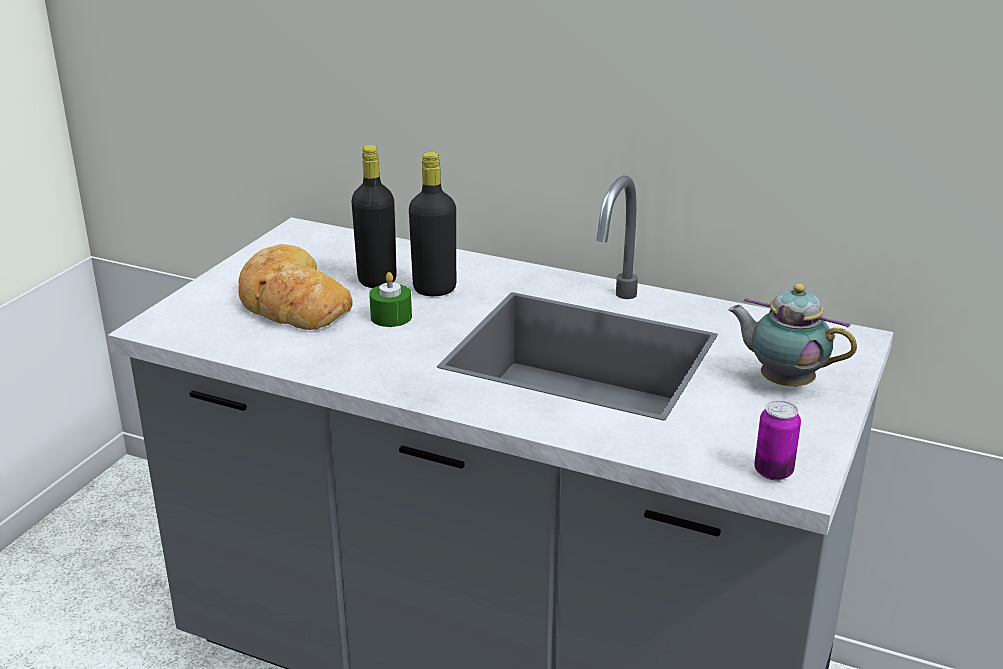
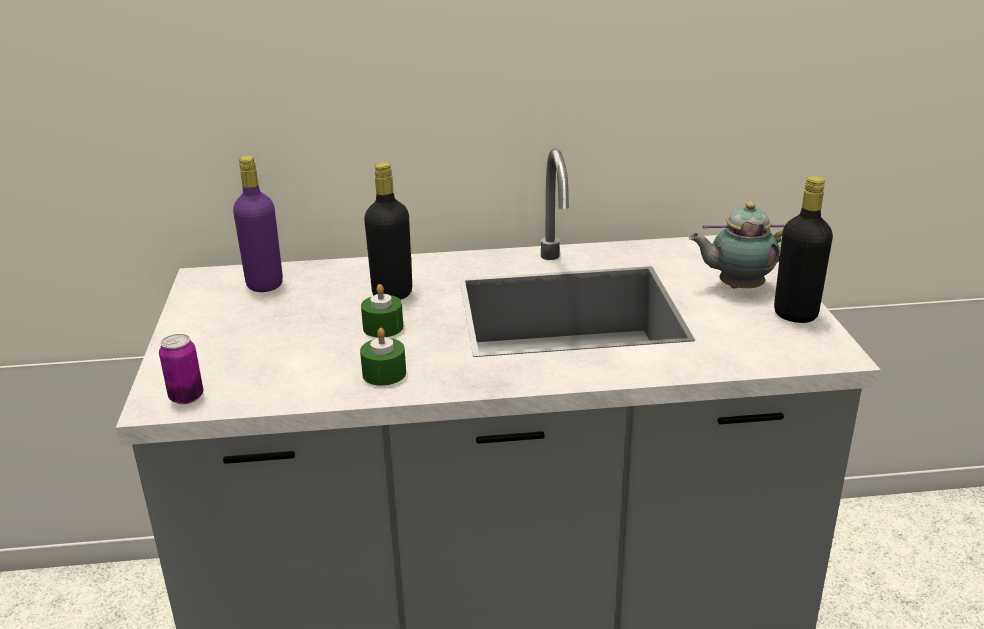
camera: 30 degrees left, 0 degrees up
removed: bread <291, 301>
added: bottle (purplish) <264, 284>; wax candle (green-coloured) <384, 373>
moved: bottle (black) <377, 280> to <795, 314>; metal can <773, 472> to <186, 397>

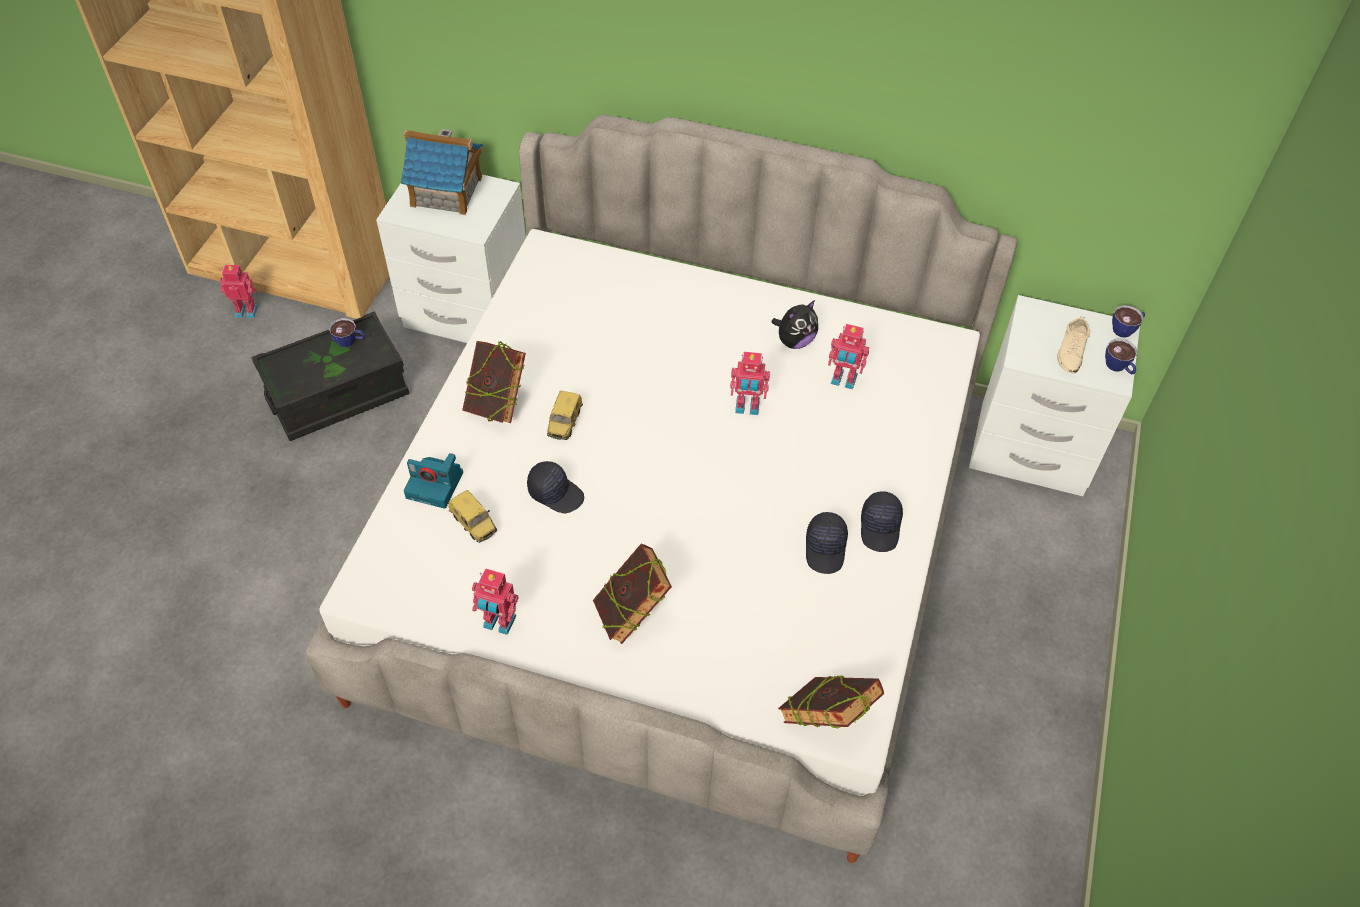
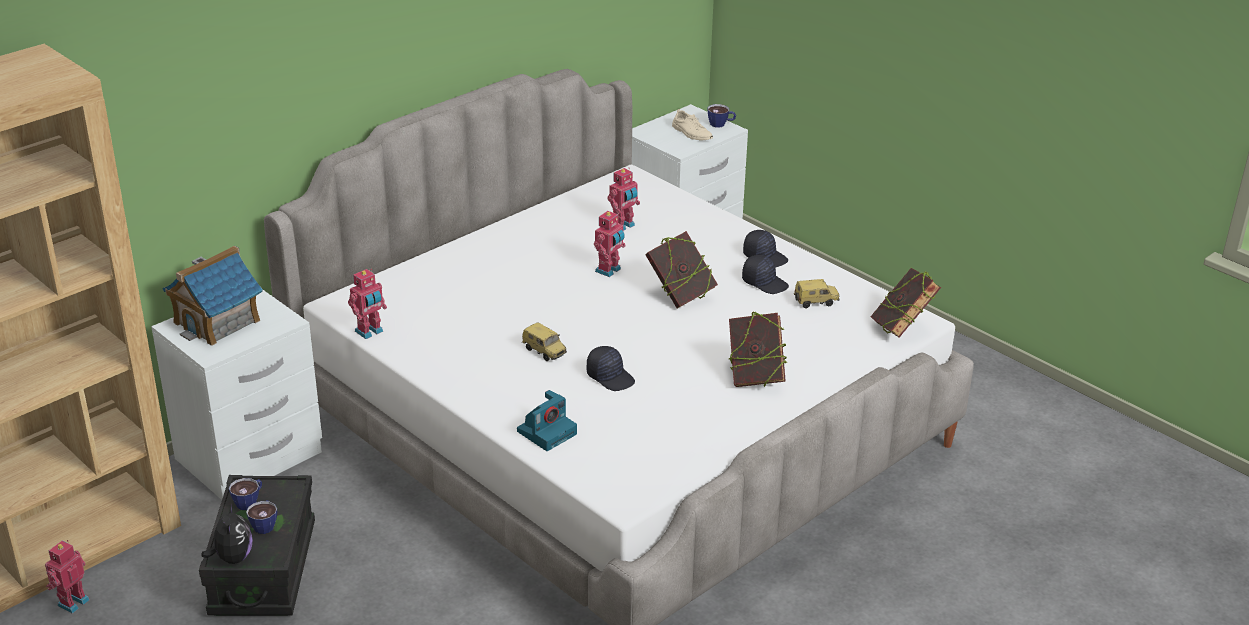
camera: 60 degrees left, 20 degrees down
moved: cuddly toy <794, 341> to <232, 558>; drinking cup <1125, 329> to <265, 524>; book <497, 404> to <680, 296>; toy car <475, 524> to <815, 302>; model robot <498, 623> to <370, 332>
turned: peaked cap (black) <556, 492> = <611, 377> 75 degrees clockwise

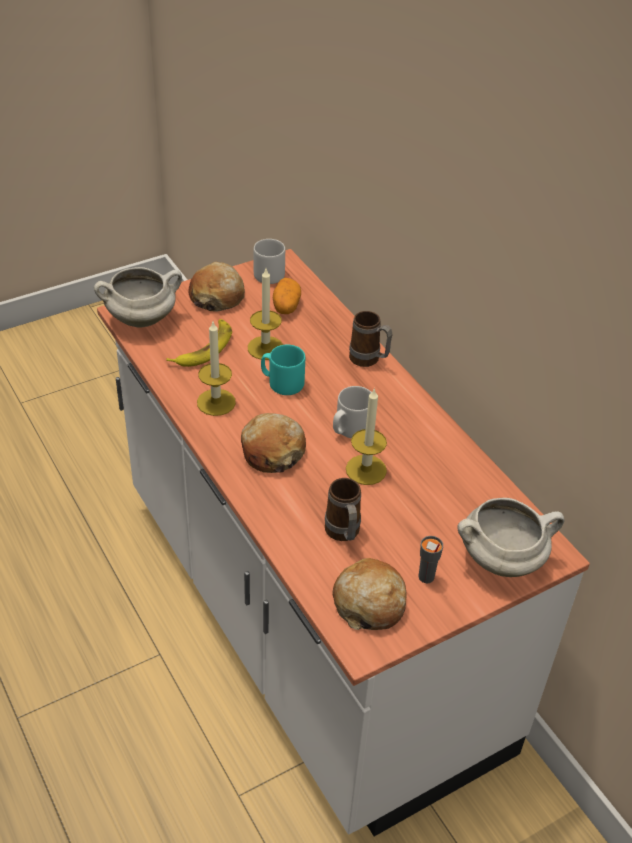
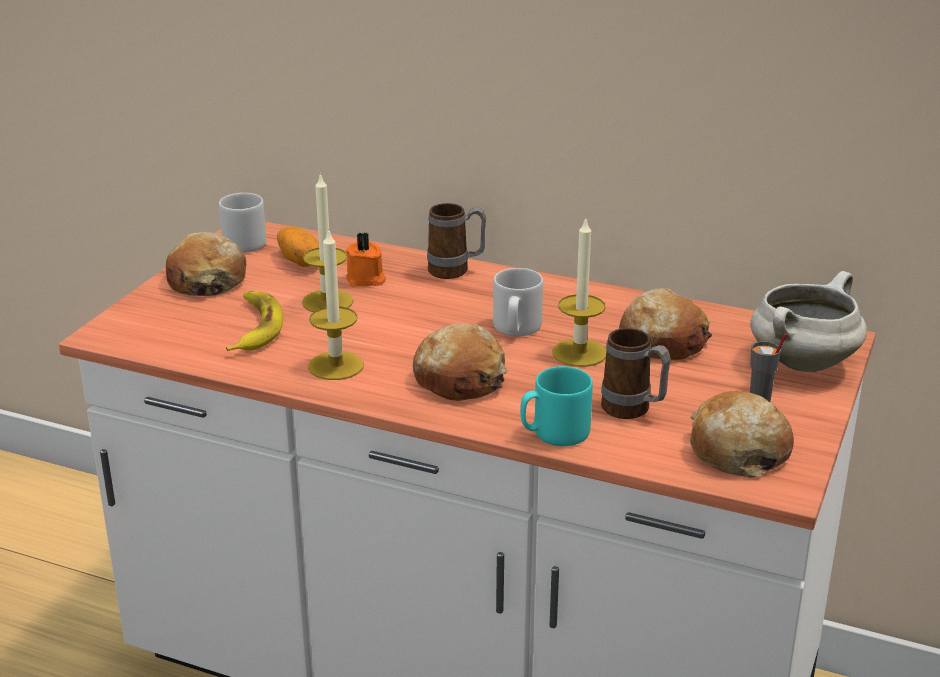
camera: 35 degrees left, 15 degrees down
removed: cooking pot (white) <142, 318>
added: wax candle (orange) <366, 280>; bread <662, 341>
moved: coffee mug (turquoise-coloured) <282, 383> to <554, 433>

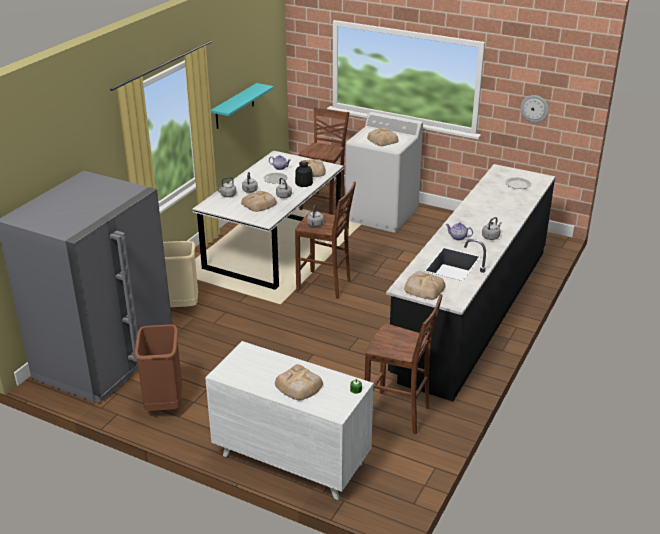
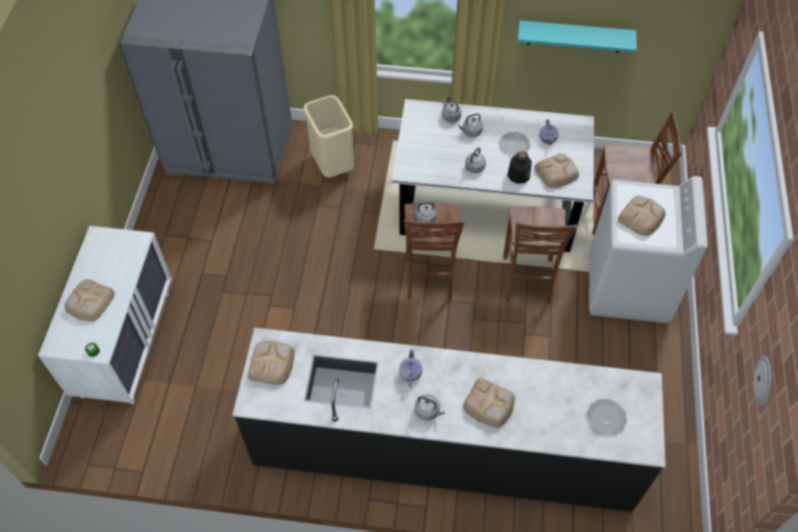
camera: 70 degrees right, 25 degrees up
removed: waste bin (brown) <165, 403>
moved: bread <260, 204> to <489, 405>; stool (brown) <398, 414> to <526, 281>

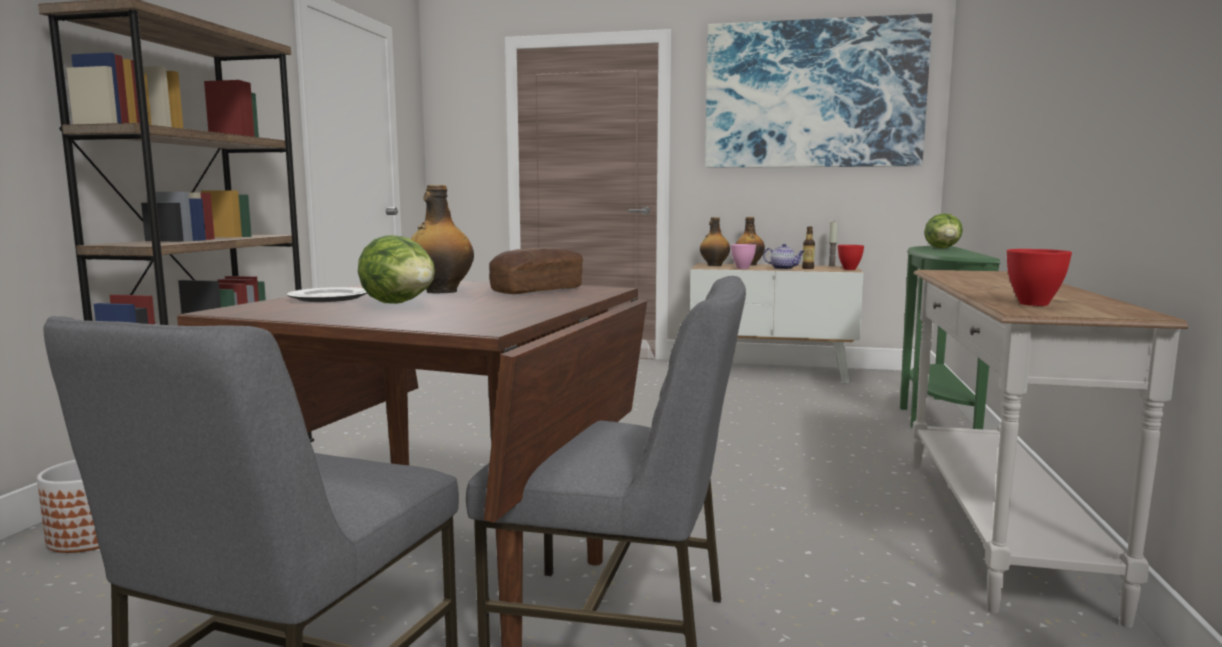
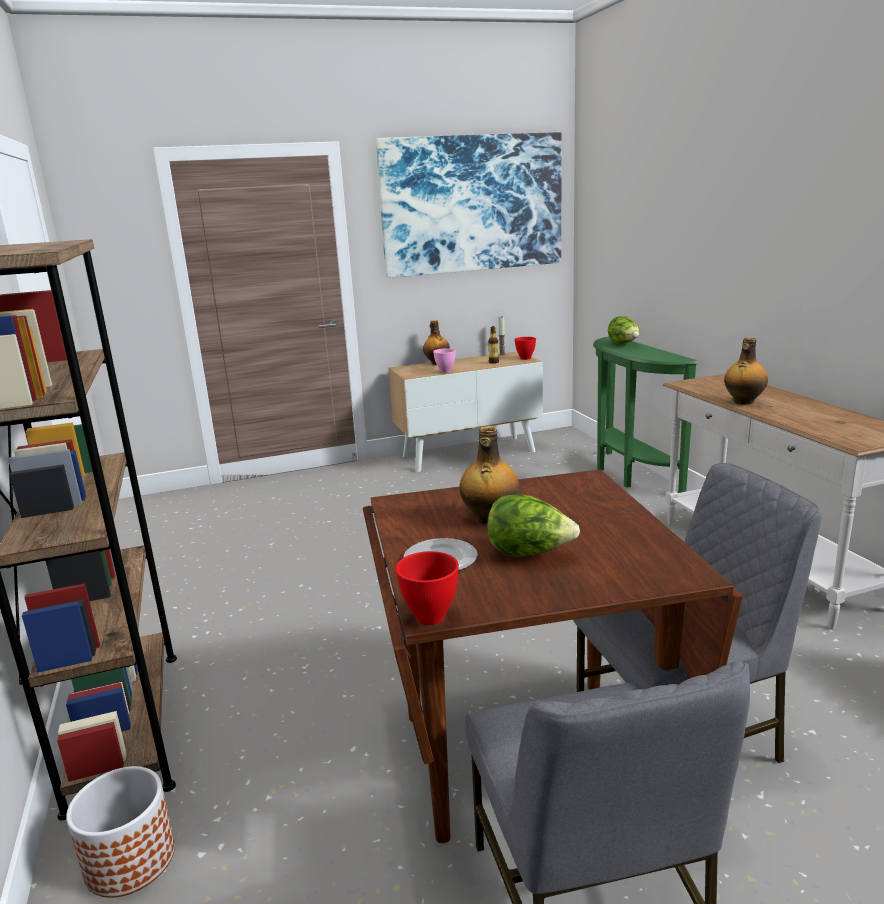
camera: 30 degrees left, 10 degrees up
removed: pot for tea <783, 268>; bread <537, 290>
moved: bottle <714, 265> to <743, 402>; bowl (red) <1035, 304> to <432, 617>

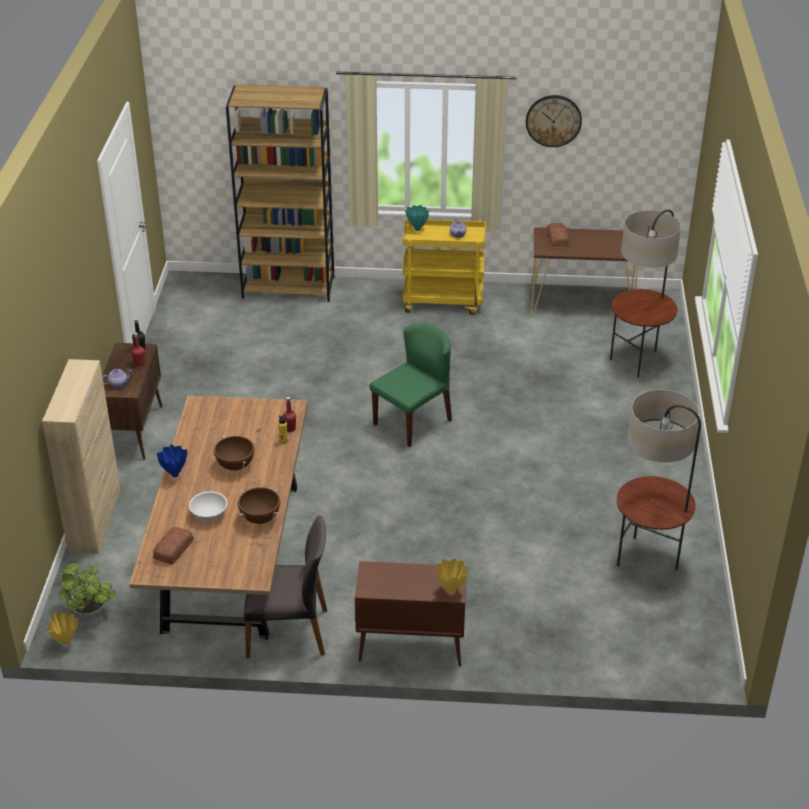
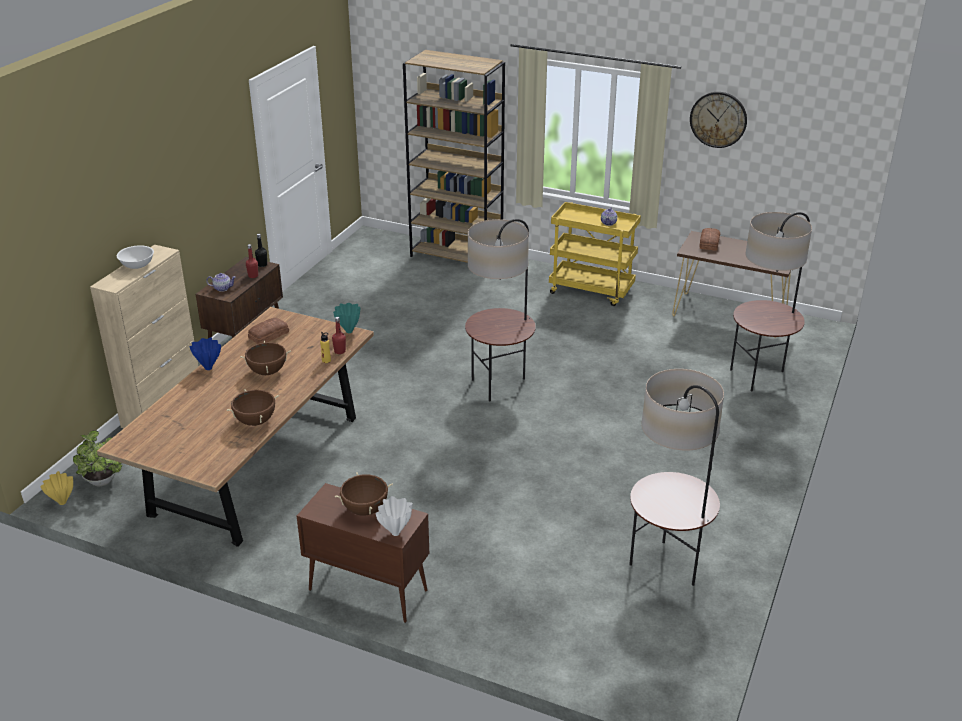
camera: 20 degrees right, 5 degrees down
removed: plain chair (greyish) <288, 632>
added: cooking pot (brown) <365, 509>
moved: decorative vase (turquoise-coloured) <416, 229> to <349, 331>; bowl (white) <209, 514> to <137, 265>; bread <172, 549> to <268, 335>
replaced: plain chair (green-coloured) <412, 422> to standing lamp <499, 385>
recoloured: decorative vase (yellowish) <451, 590> to decorative vase (white) <396, 533>

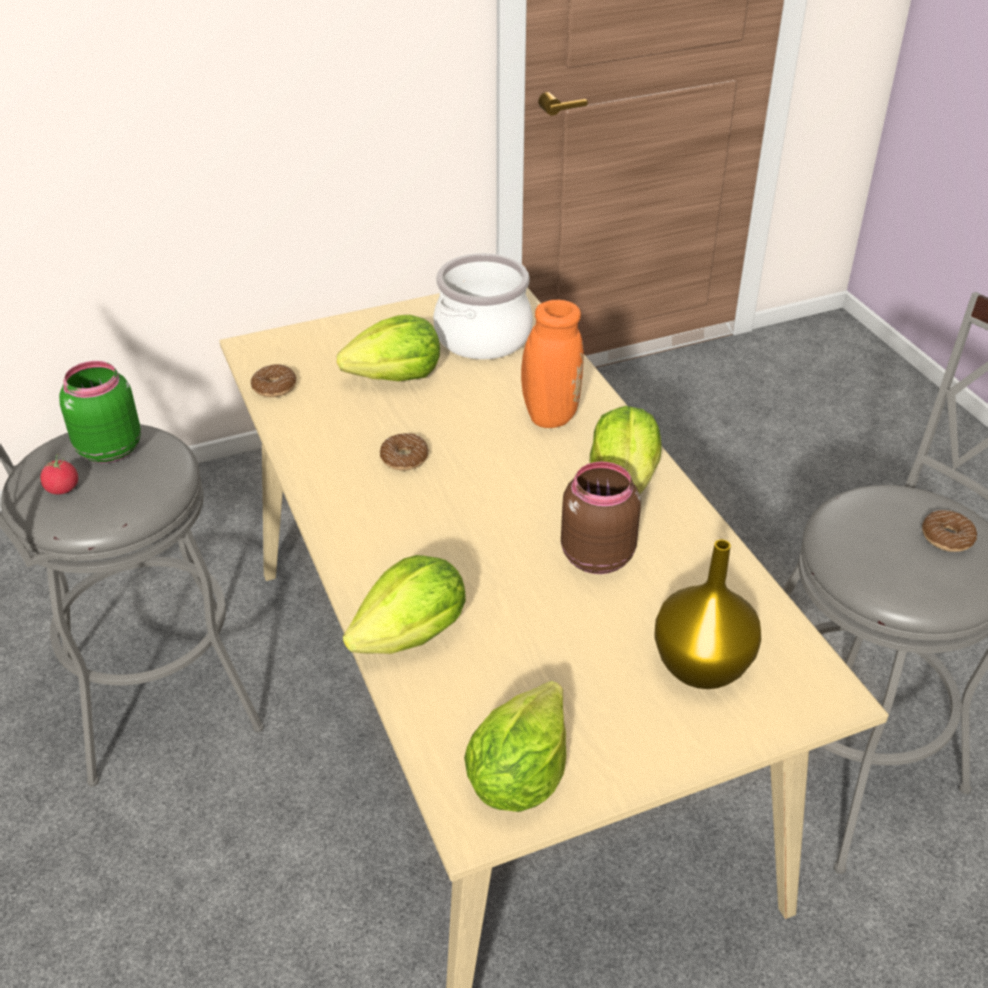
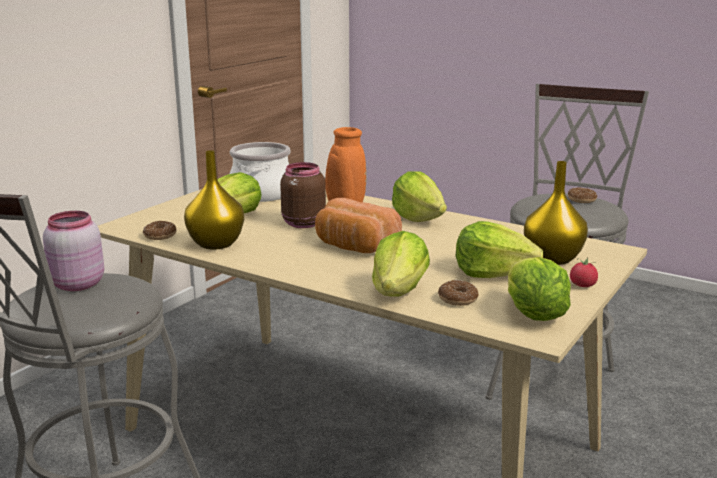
camera: 35 degrees left, 20 degrees down
added: decorative vase (yellowish) <215, 244>; bread <354, 247>; lettuce <493, 273>
moved: ring doughnut <404, 458> to <457, 299>; tomato <62, 489> to <582, 285>; storage jar (brown) <595, 555> to <302, 223>
recoloured: storage jar (green-coloured) <107, 449> to storage jar (pink) <76, 284>

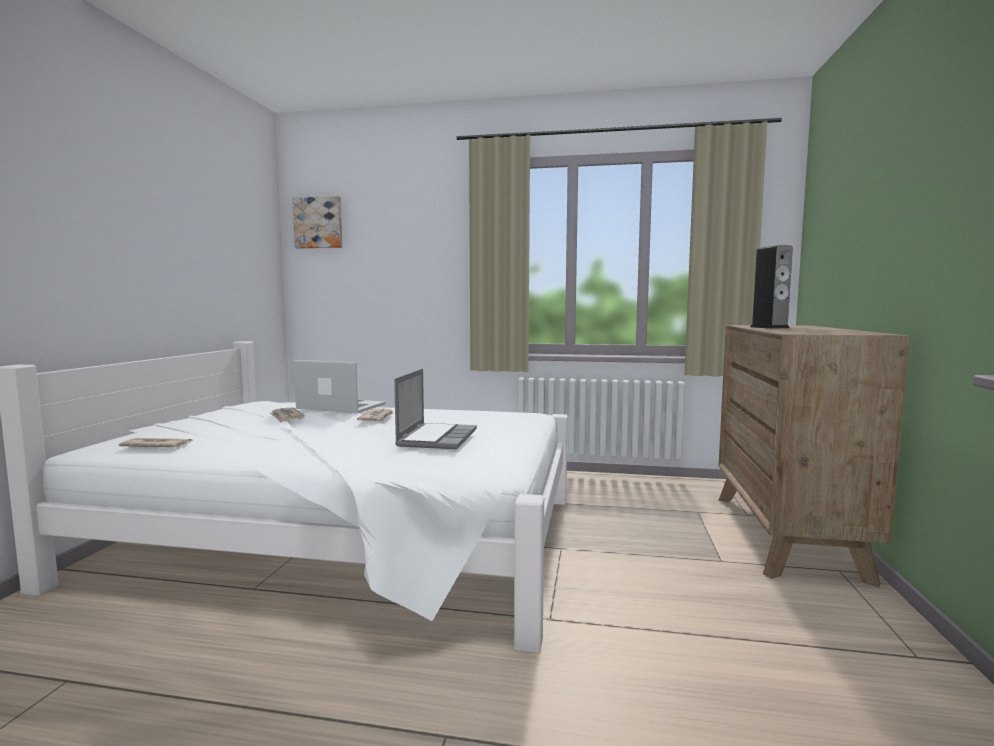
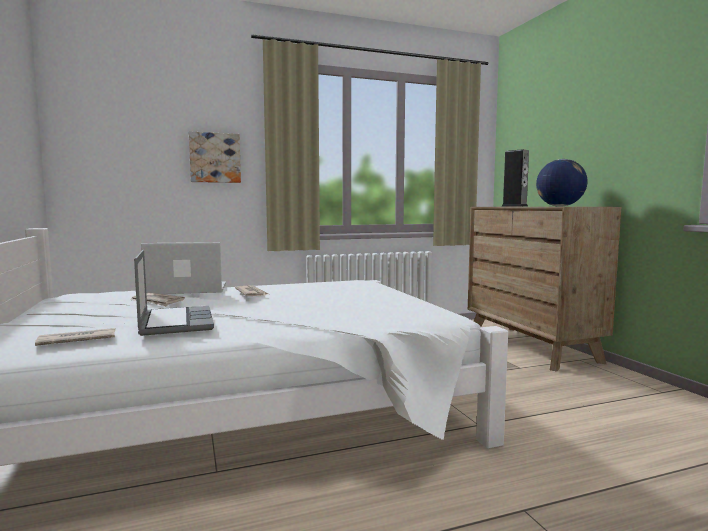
camera: 30 degrees left, 0 degrees up
added: globe <559, 206>
moved: wall picture <319, 223> to <215, 158>; laptop <436, 438> to <175, 322>

